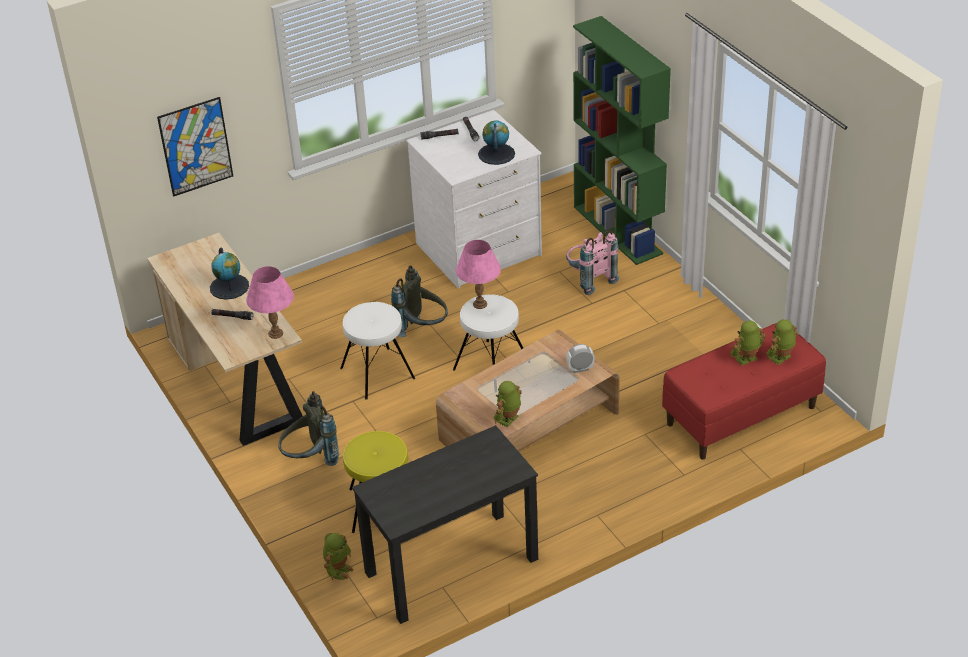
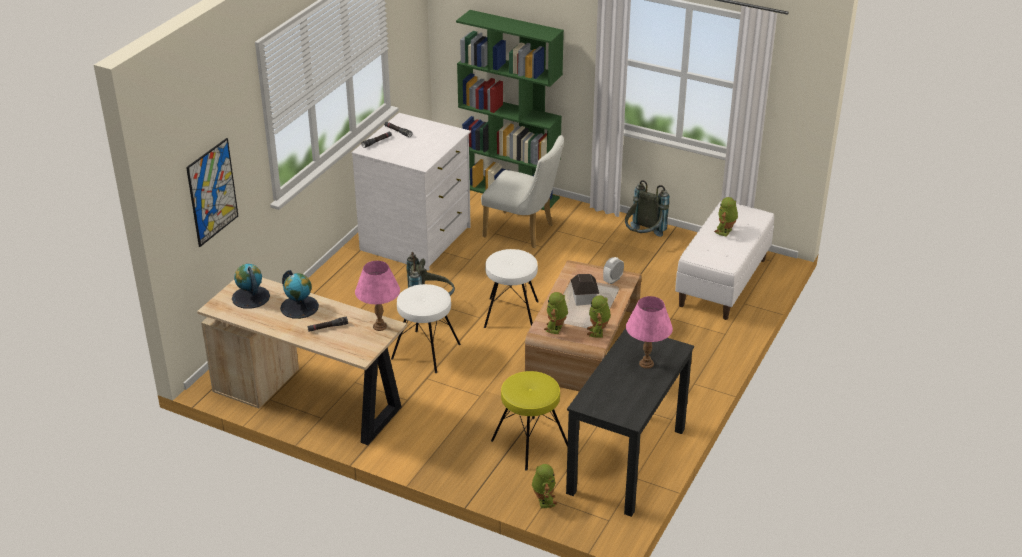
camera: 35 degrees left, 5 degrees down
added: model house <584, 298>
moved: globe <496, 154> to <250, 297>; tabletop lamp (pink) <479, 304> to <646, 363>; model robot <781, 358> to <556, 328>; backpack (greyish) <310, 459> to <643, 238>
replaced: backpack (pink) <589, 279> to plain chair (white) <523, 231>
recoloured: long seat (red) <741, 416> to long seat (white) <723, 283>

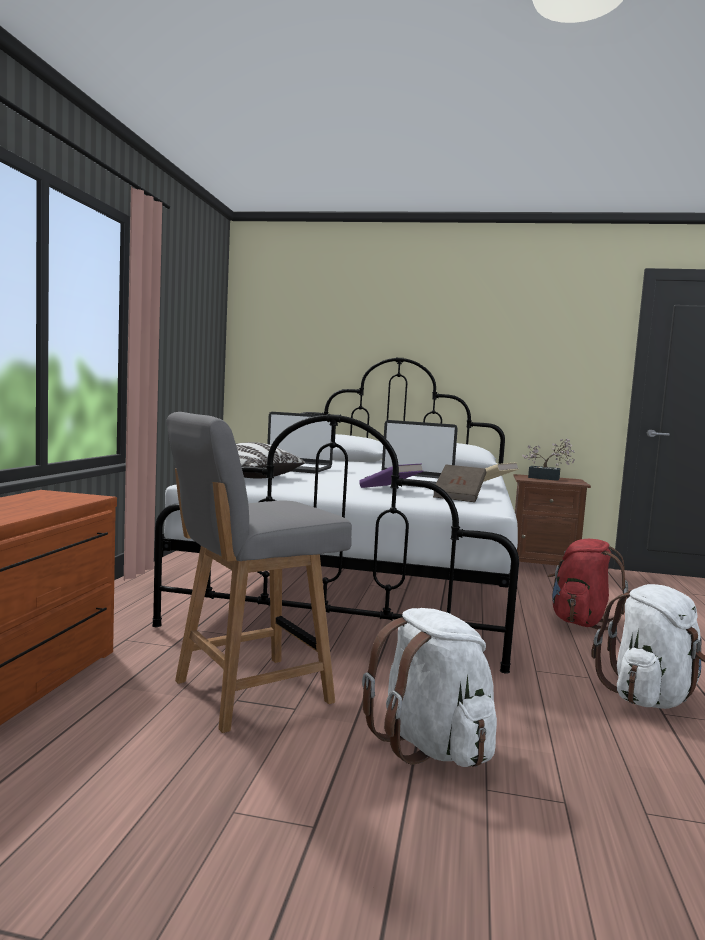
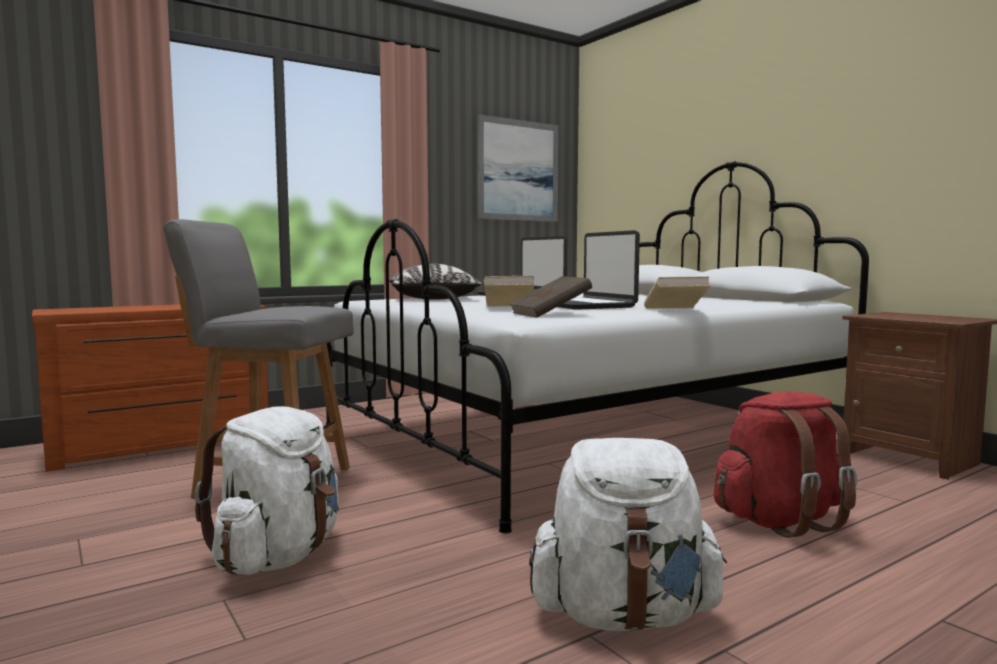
camera: 45 degrees right, 0 degrees up
removed: houseplant <548, 478>
added: wall picture <518, 170>
recoloured: book (purplish) <390, 489> to book (sand-coloured) <509, 308>

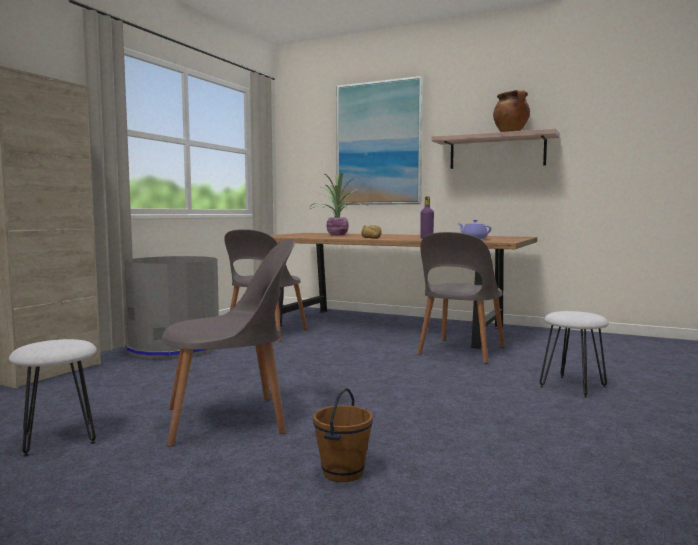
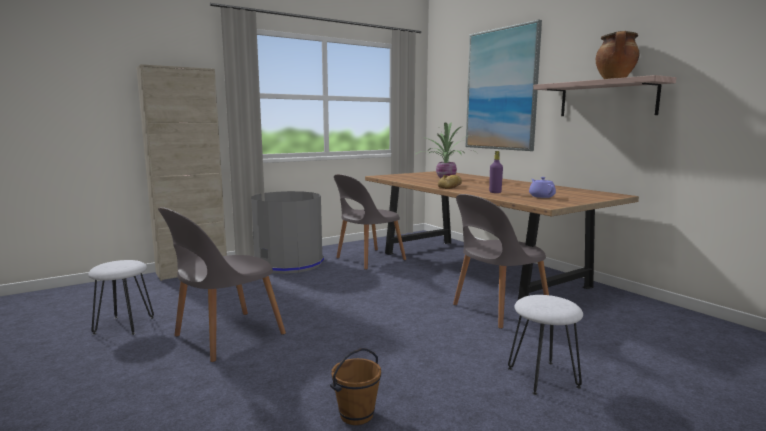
camera: 30 degrees right, 5 degrees up
moved: pail (brown) <343, 473> to <357, 415>
turned: plain chair (greyish) <231, 419> = <225, 336> 120 degrees clockwise

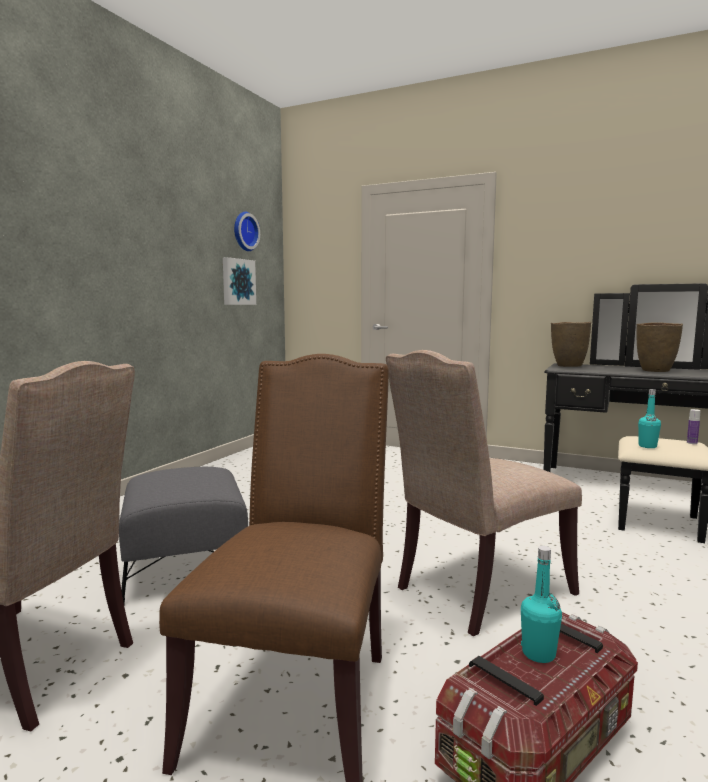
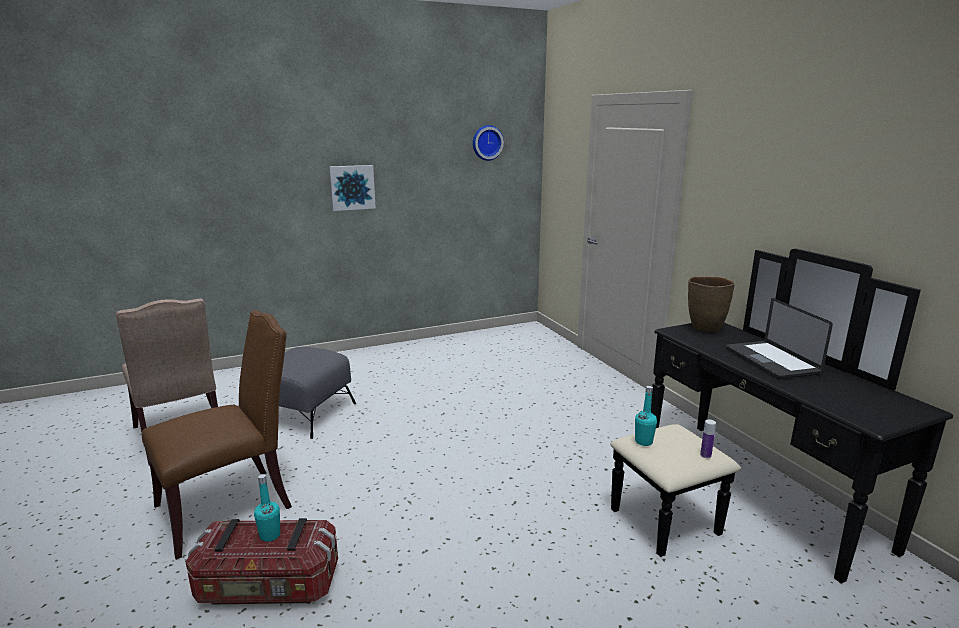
camera: 40 degrees right, 10 degrees up
removed: plain chair (sand-coloured) <477, 591>
moved: wall picture <237, 282> to <352, 187>
replaced: decorative vase (brown) <655, 370> to laptop <771, 361>

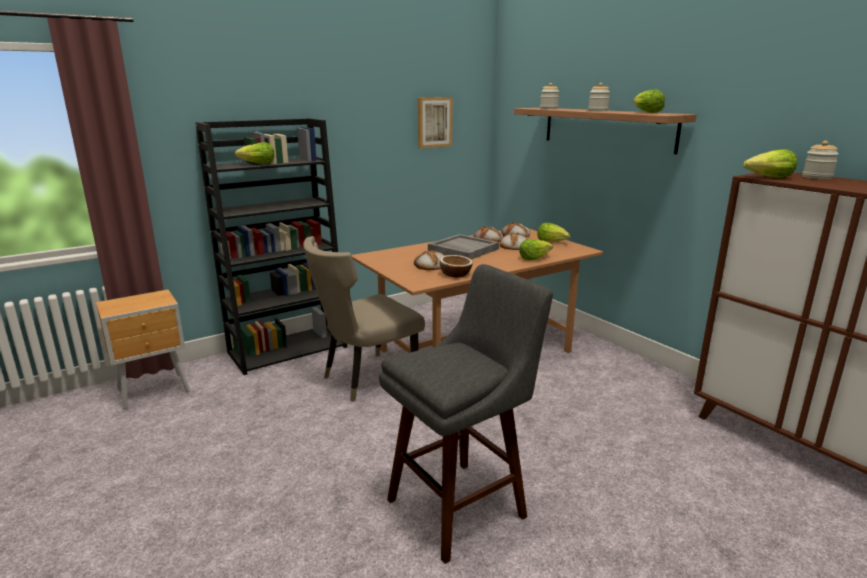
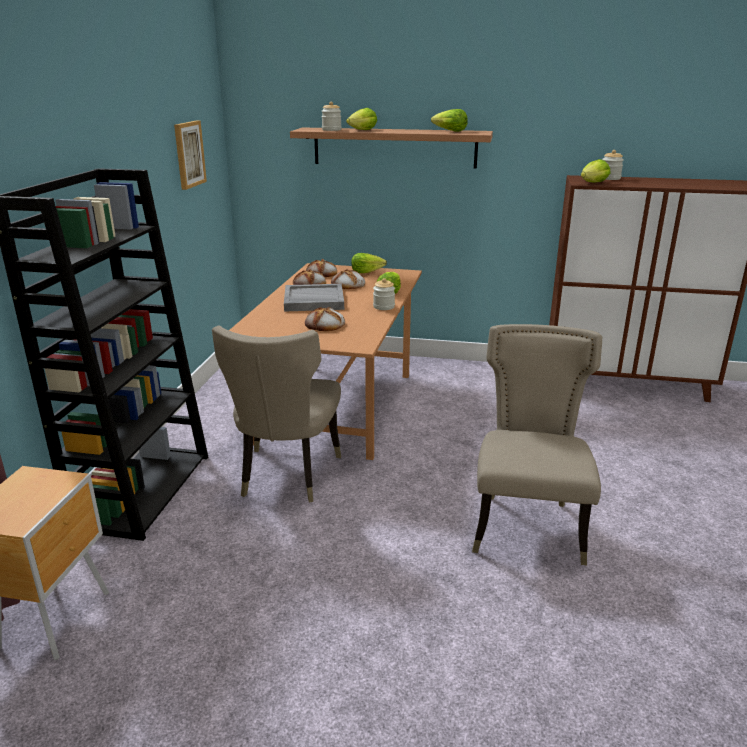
camera: 45 degrees left, 5 degrees up
removed: bowl <455, 274>
moved: storage jar <598, 111> to <384, 307>; lettuce <257, 164> to <362, 130>
replaced: stool (greyish) <461, 505> to plain chair (sand-coloured) <527, 525>

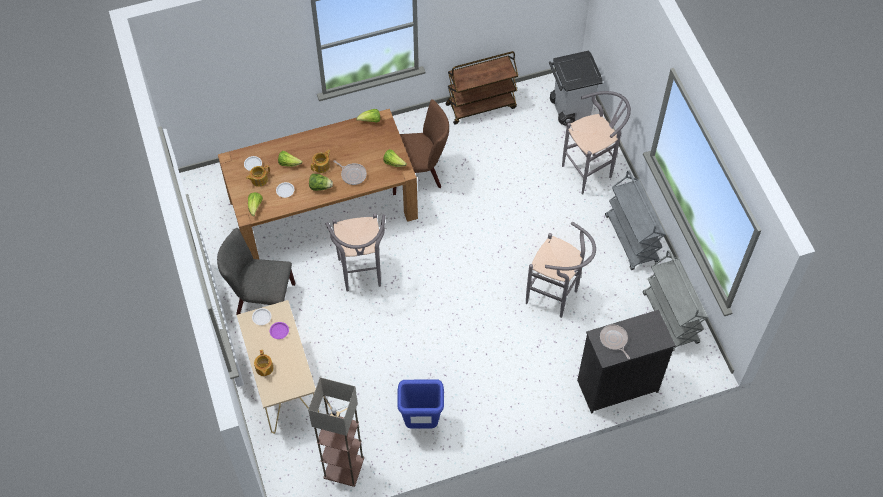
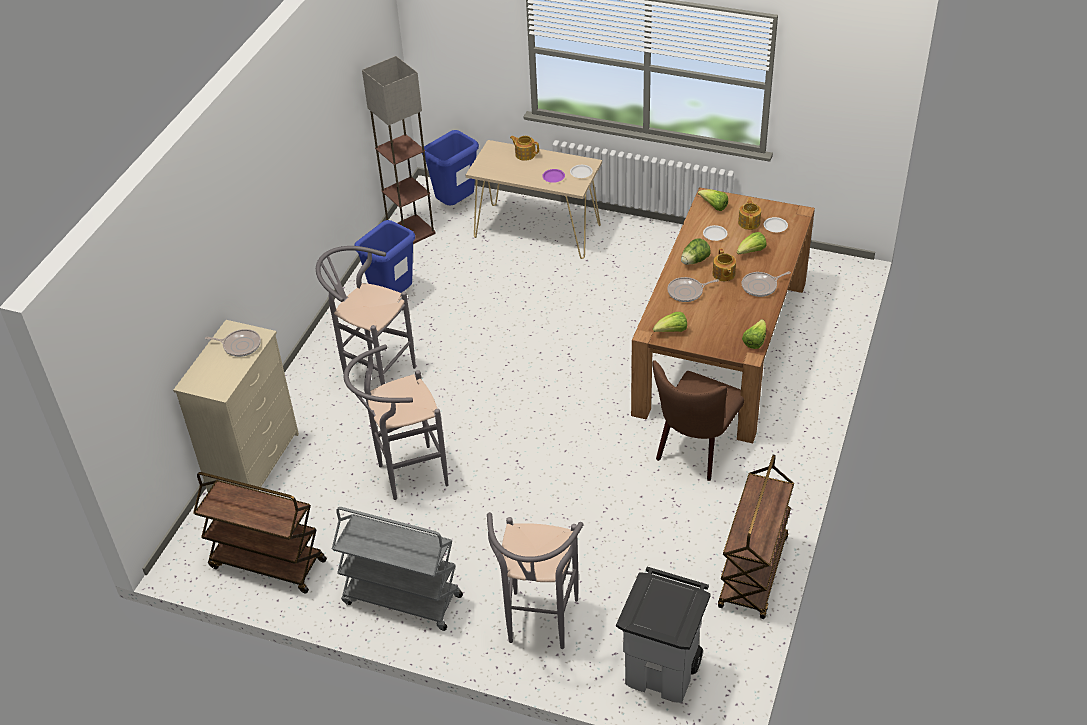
camera: 130 degrees right, 15 degrees down
removed: plain chair (greyish) <261, 300>
added: waste bin (bluish) <456, 204>; frying pan <761, 286>
moved: stool (greyish) <361, 276> to <374, 374>
recoloured: wheeled cart (greyish) <670, 318> to wheeled cart (brown) <267, 564>; chest of drawers (black) <616, 386> to chest of drawers (sand-coloured) <255, 462>

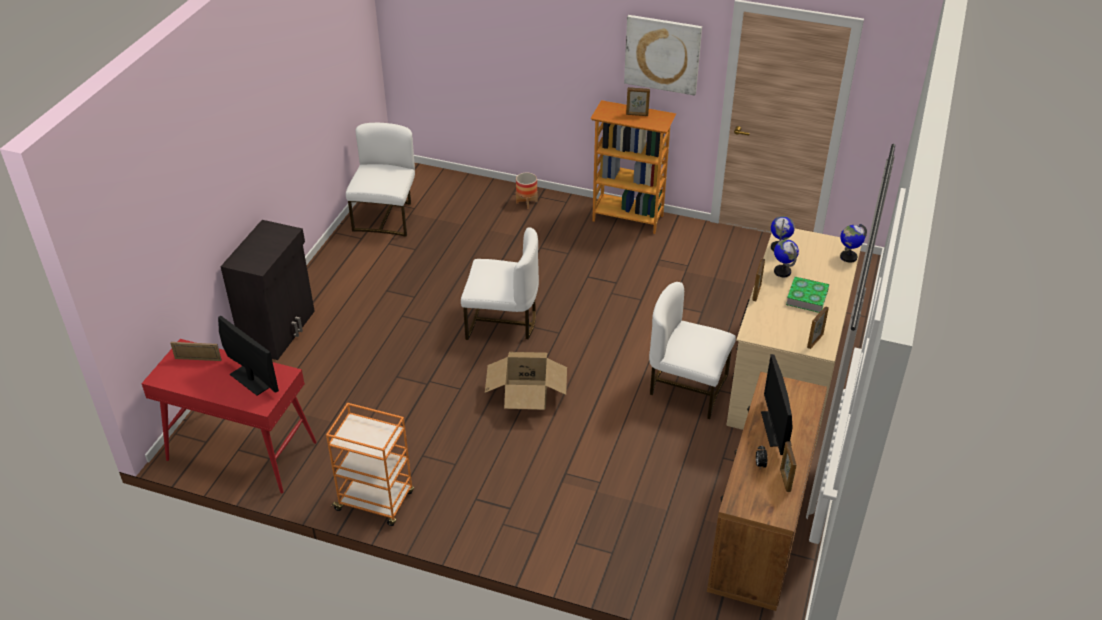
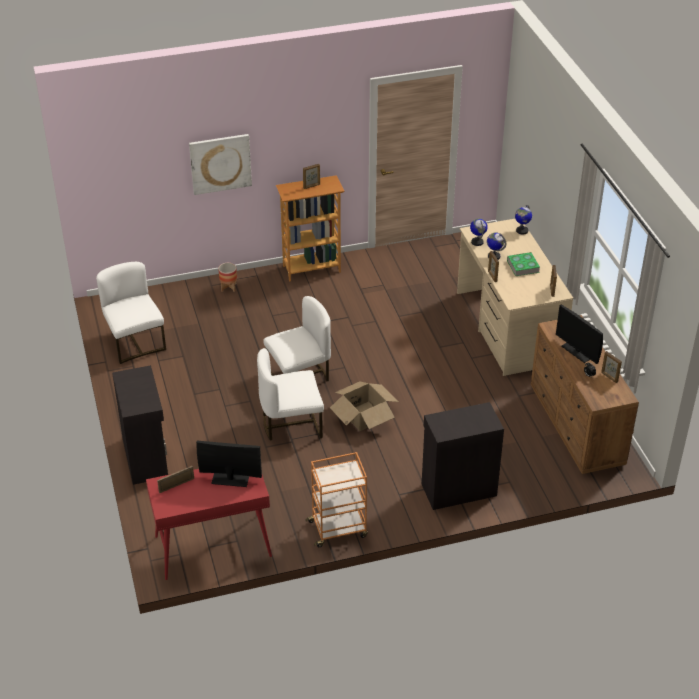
camera: 35 degrees left, 0 degrees up
added: cupboard (black) <458, 489>
moved: wall picture <662, 54> to <220, 163>; plain chair (white) <687, 388> to <291, 424>

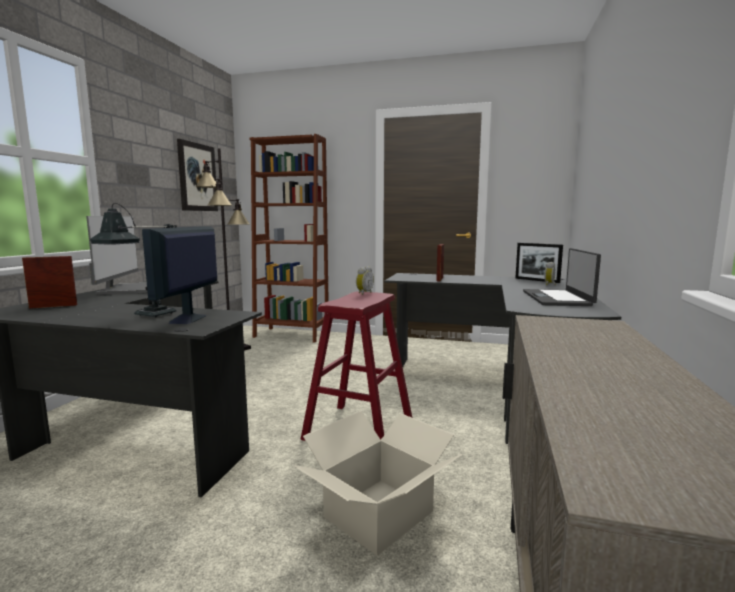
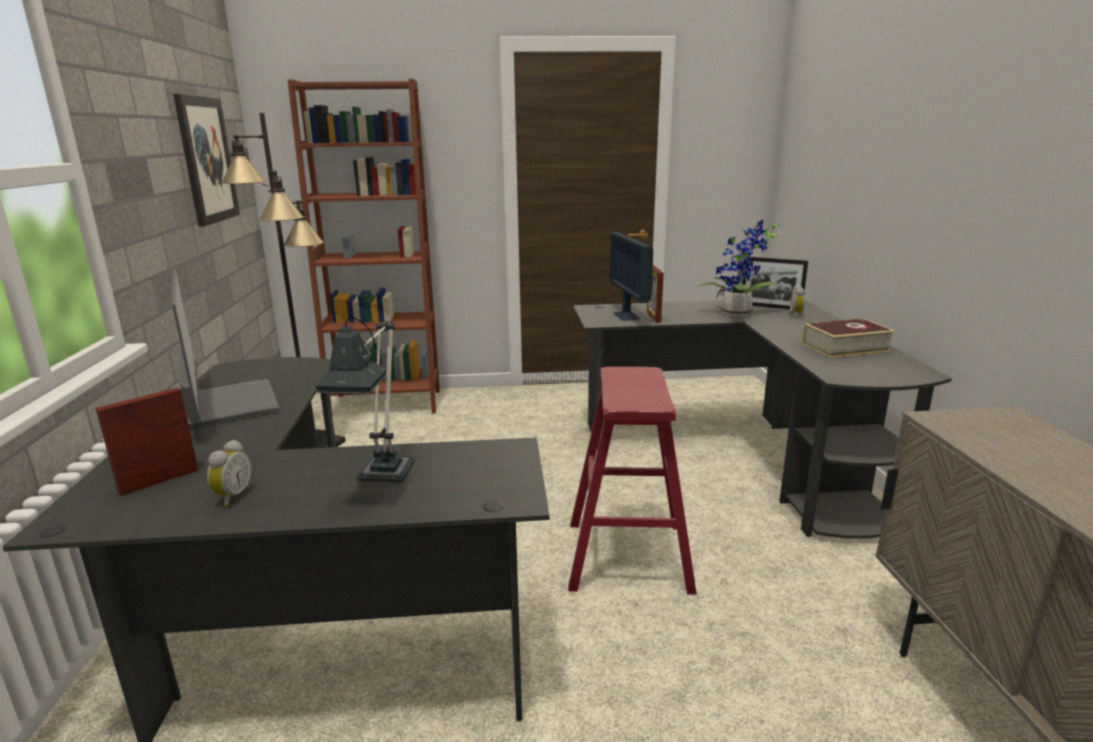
camera: 20 degrees left, 10 degrees up
removed: carton <379, 514>
added: houseplant <738, 315>
moved: computer display <187, 319> to <626, 316>; alarm clock <363, 293> to <232, 496>
replaced: laptop <557, 298> to book <845, 347>

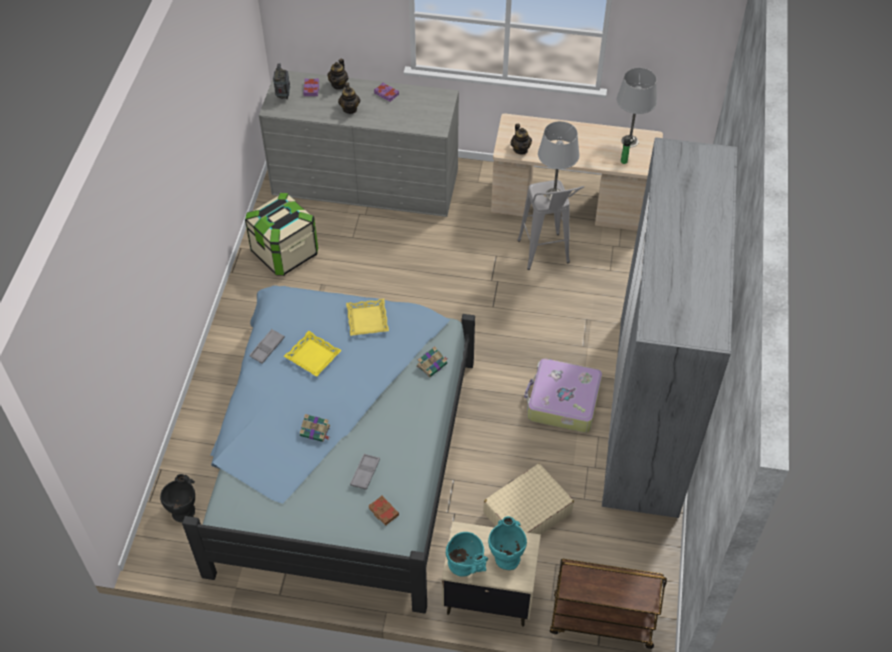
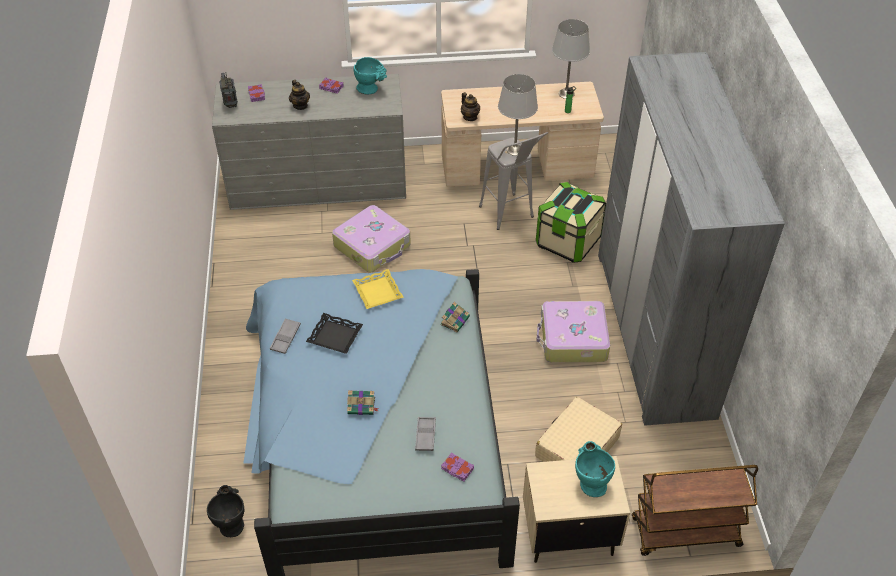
camera: 15 degrees left, 5 degrees down
removed: pot for tea <339, 84>
added: piece of luggage <373, 246>
moved: storage bin <285, 253> to <568, 242>; decorative vase (turquoise-coloured) <466, 567> to <371, 89>
recoloured: serving tray (yellowish) <313, 356> to serving tray (black) <335, 336>; book (brown) <383, 512> to book (purplish) <457, 469>

